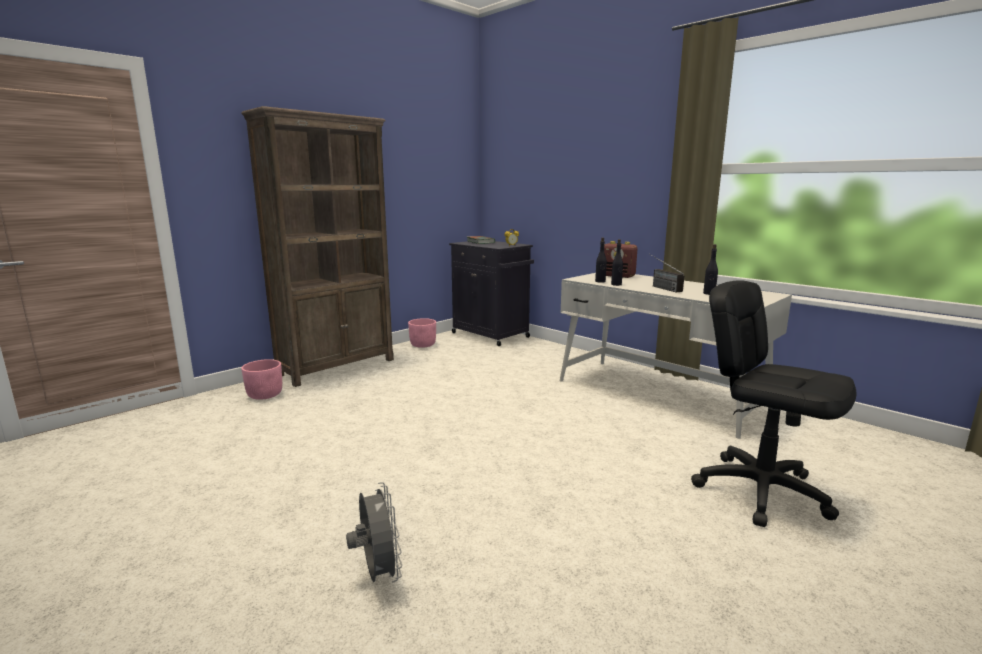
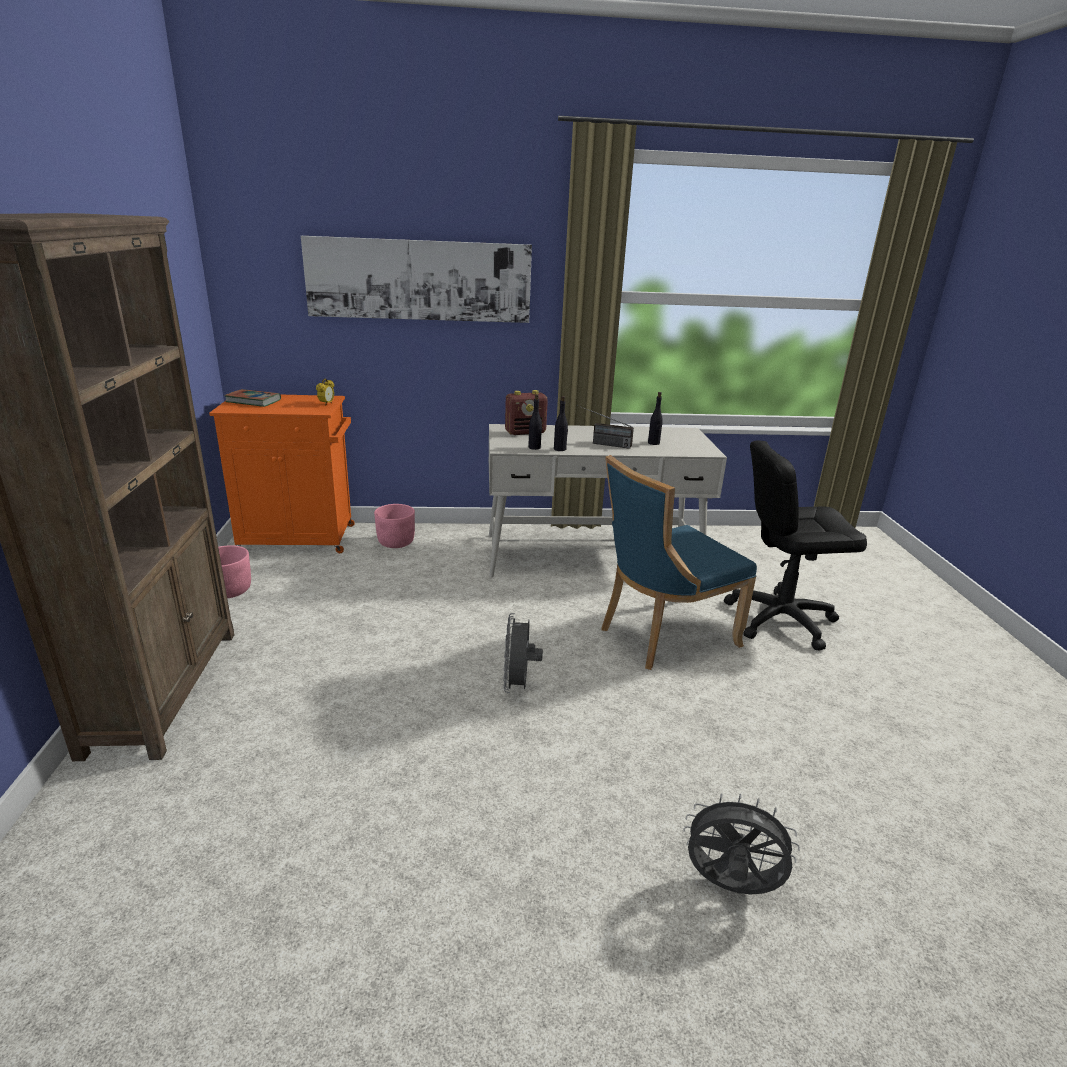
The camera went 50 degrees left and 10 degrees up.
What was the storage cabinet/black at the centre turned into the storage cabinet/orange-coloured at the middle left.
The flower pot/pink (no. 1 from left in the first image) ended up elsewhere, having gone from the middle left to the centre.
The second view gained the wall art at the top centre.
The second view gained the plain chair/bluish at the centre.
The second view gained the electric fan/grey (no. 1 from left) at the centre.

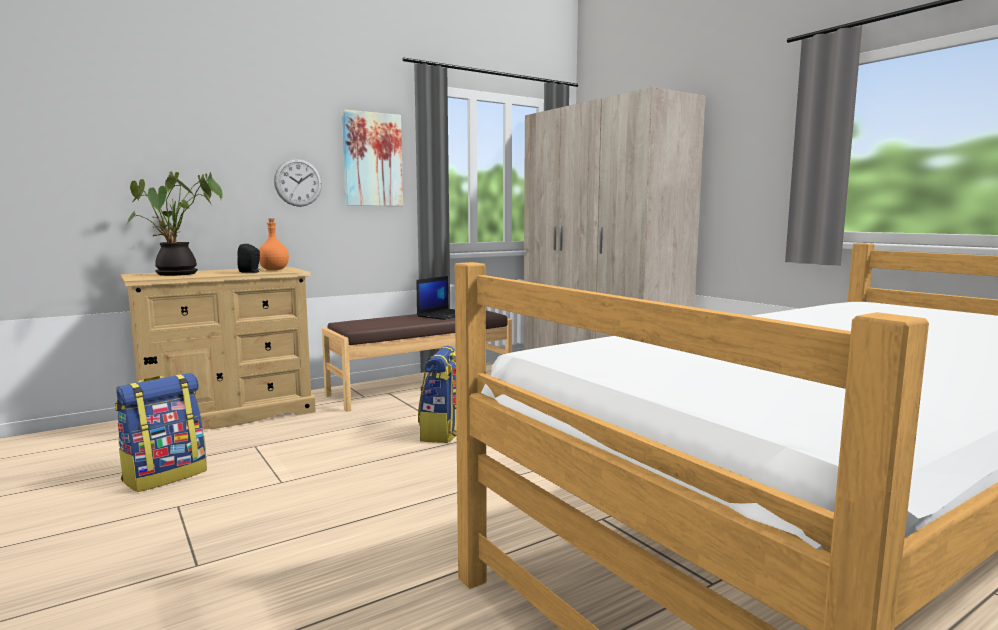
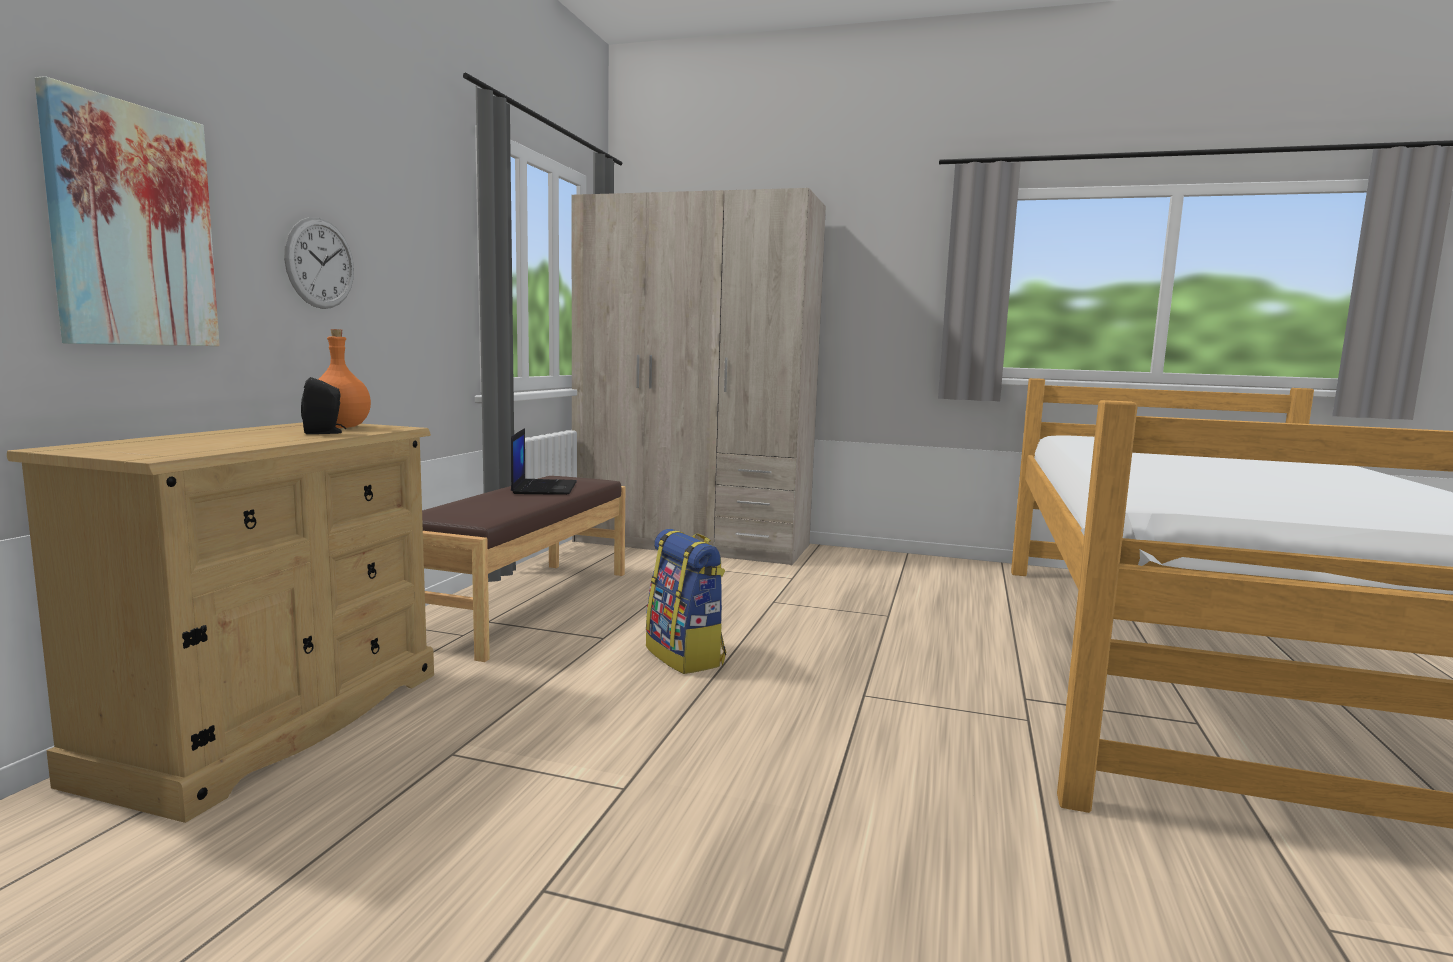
The camera went 40 degrees left and 0 degrees up.
The wall art ended up elsewhere, having gone from the top centre to the top left.
The second view lost the plant in a pot at the middle left.
The second view lost the rucksack (no. 1 from left) at the bottom left.

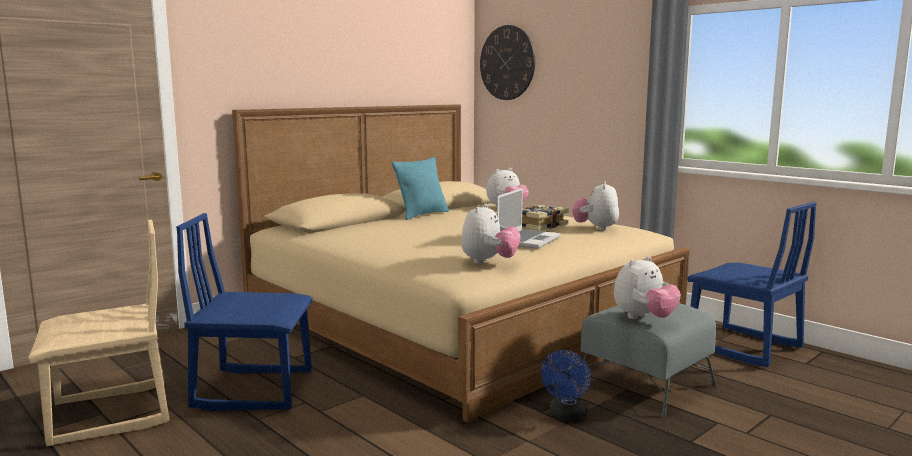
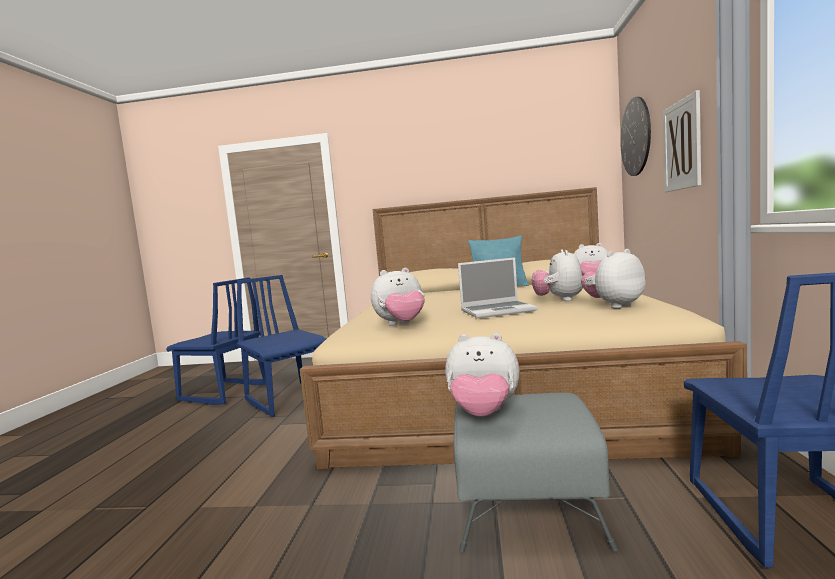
The camera went 50 degrees right and 5 degrees down.
Where the bound book stood at the centre, the soft toy (no. 3 from left) came to stand at the middle right.
What was the plain chair/sand-coloured at the bottom left turned into the plain chair/bluish (no. 1 from left) at the middle left.
The second view lost the electric fan/bluish at the bottom centre.
The second view gained the wall art at the top right.

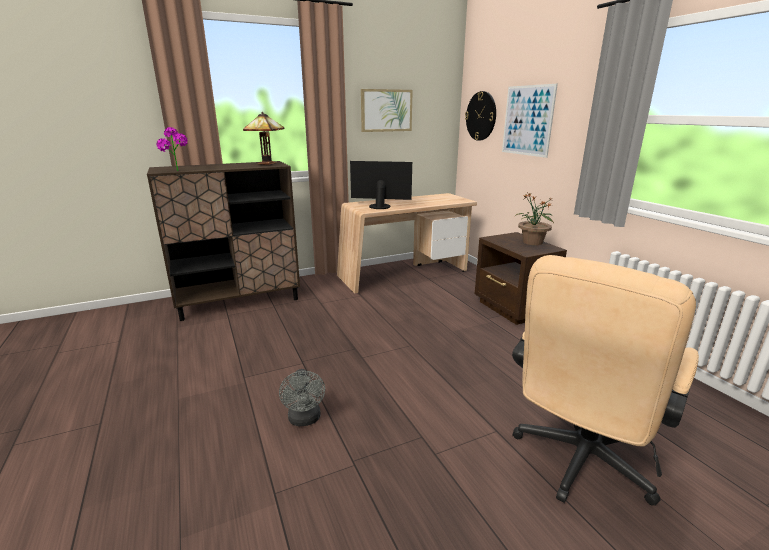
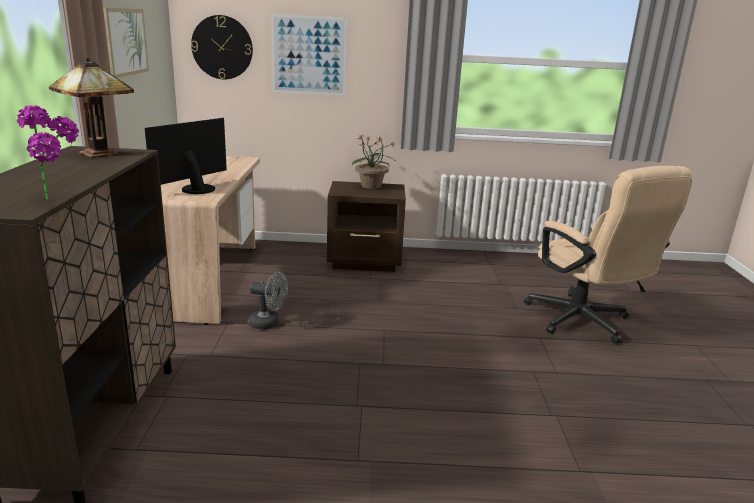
The camera went 65 degrees left and 0 degrees up.
The electric fan/grey ended up elsewhere, having gone from the bottom centre to the centre.

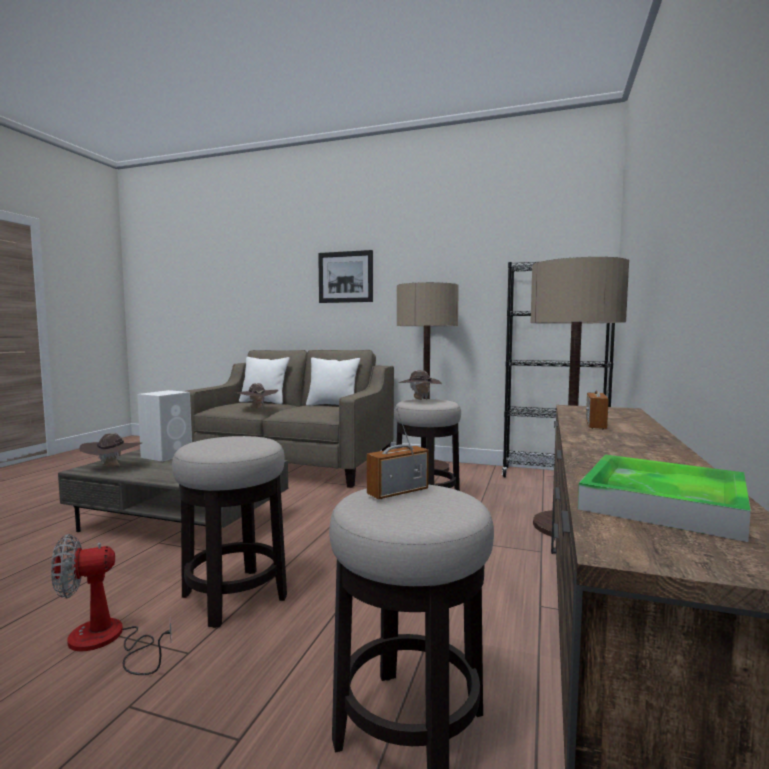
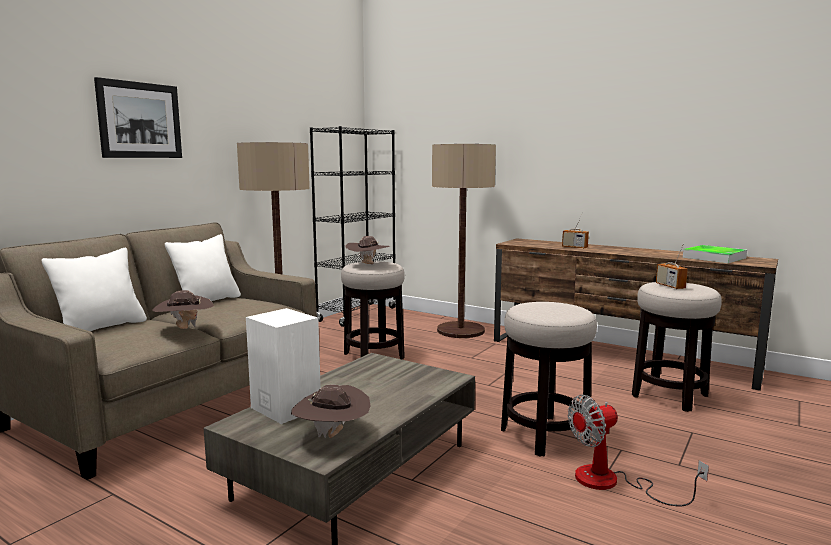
The camera went 75 degrees left and 5 degrees up.
The electric fan at the bottom left ended up facing another way, 75 degrees clockwise from before.

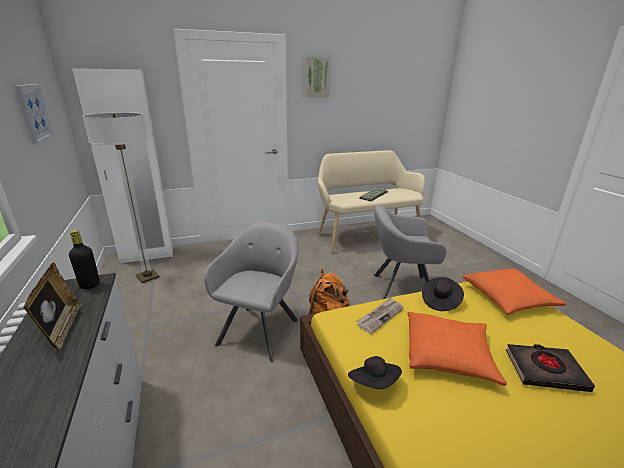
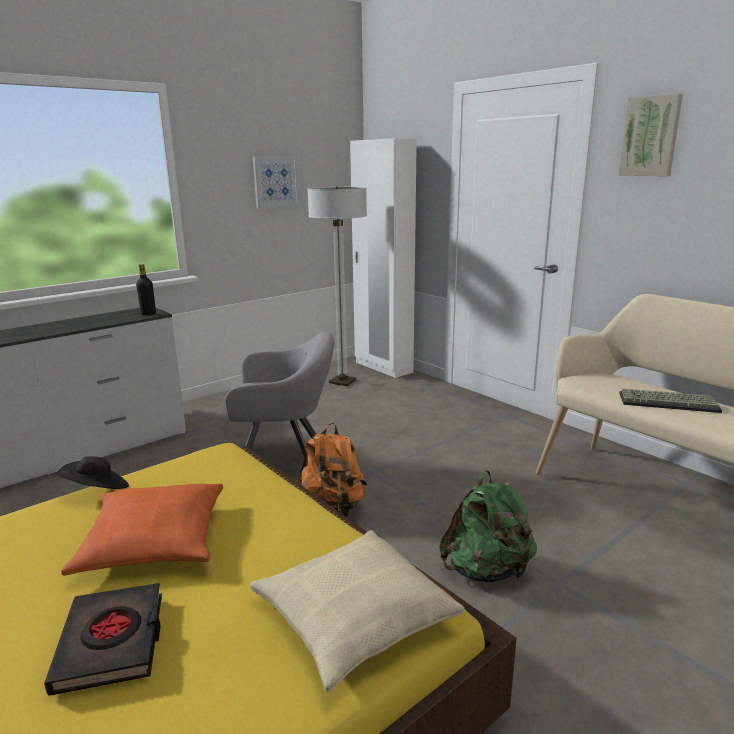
The camera went 70 degrees right and 5 degrees down.
Where the lounge chair/grey (no. 2 from left) stood at the centre, the rucksack/green came to stand at the bottom centre.
The second view lost the photo frame at the middle left.
What was the cushion/orange-coloured (no. 2 from left) at the middle right turned into the cushion/sand-coloured at the bottom centre.
The second view lost the clothing hat/black (no. 2 from left) at the middle right.
The second view lost the printed paper at the bottom centre.

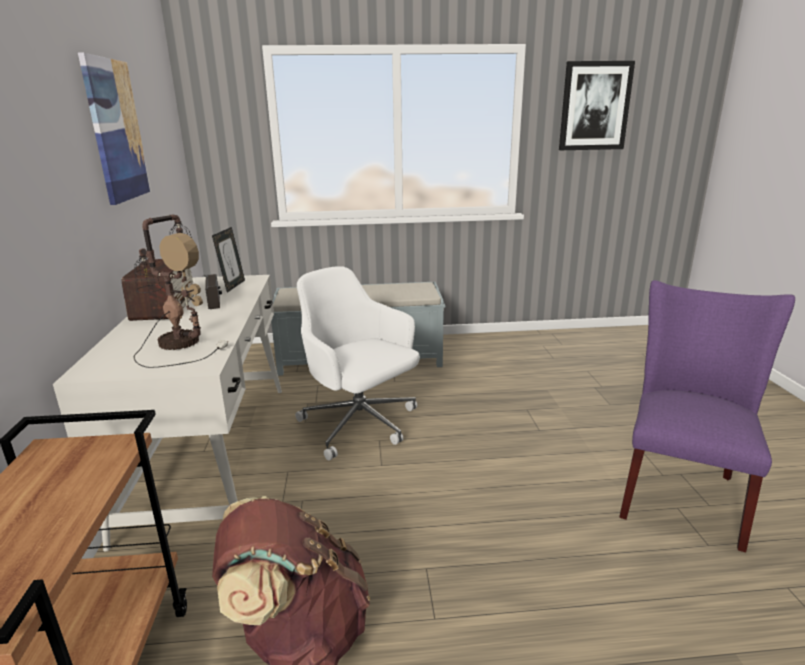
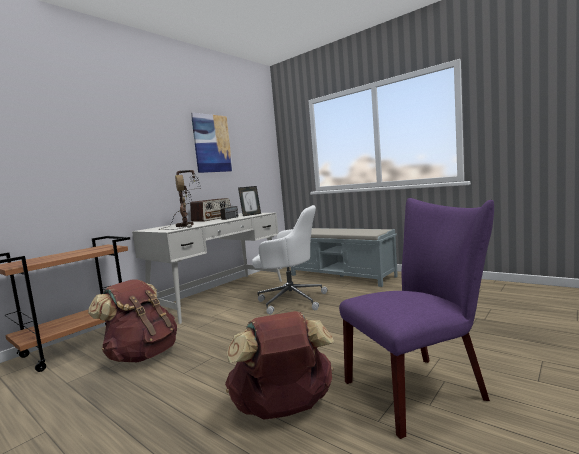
The camera went 45 degrees right and 15 degrees down.
The second view lost the wall art (no. 2 from left) at the top right.
The computer chair/whitish at the centre ended up facing another way, 105 degrees clockwise from before.
The second view gained the rucksack/brownish (no. 2 from left) at the bottom centre.

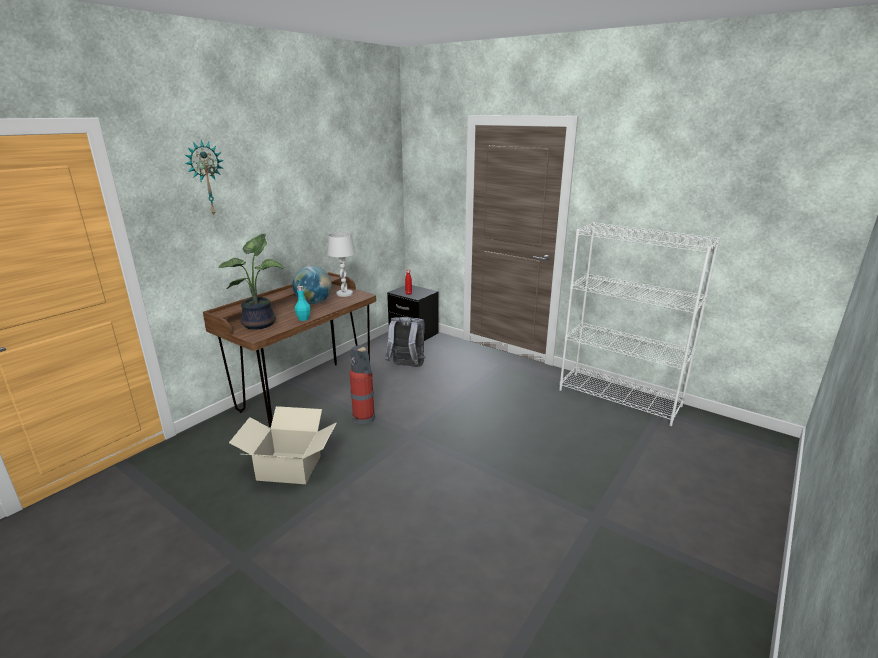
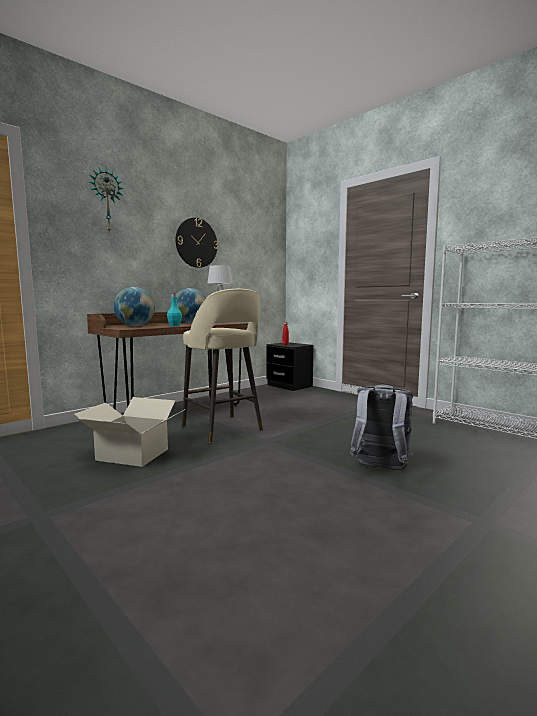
The camera went 10 degrees right and 15 degrees down.
Where the plant in a pot stood at the middle left, the globe (no. 1 from left) came to stand at the middle left.
The rucksack/grey ended up elsewhere, having gone from the centre to the middle right.
Where the fire extinguisher stood at the centre, the sitting stool/sand-coloured came to stand at the centre.
The second view gained the clock on the wall (no. 2 from left) at the centre.

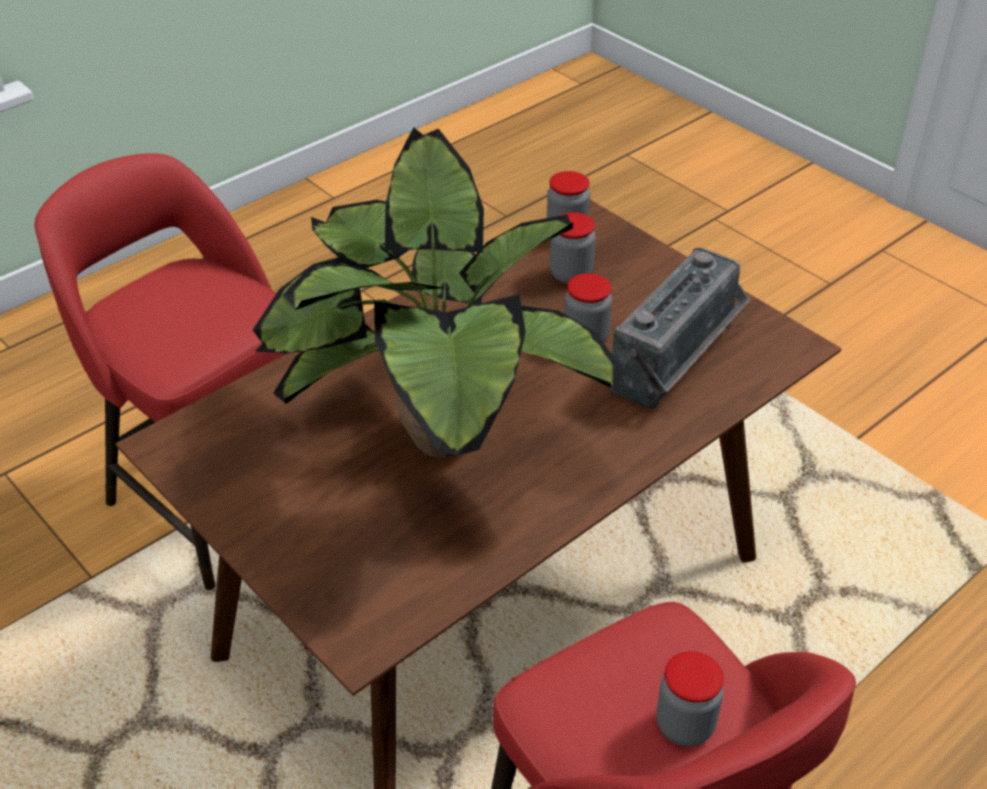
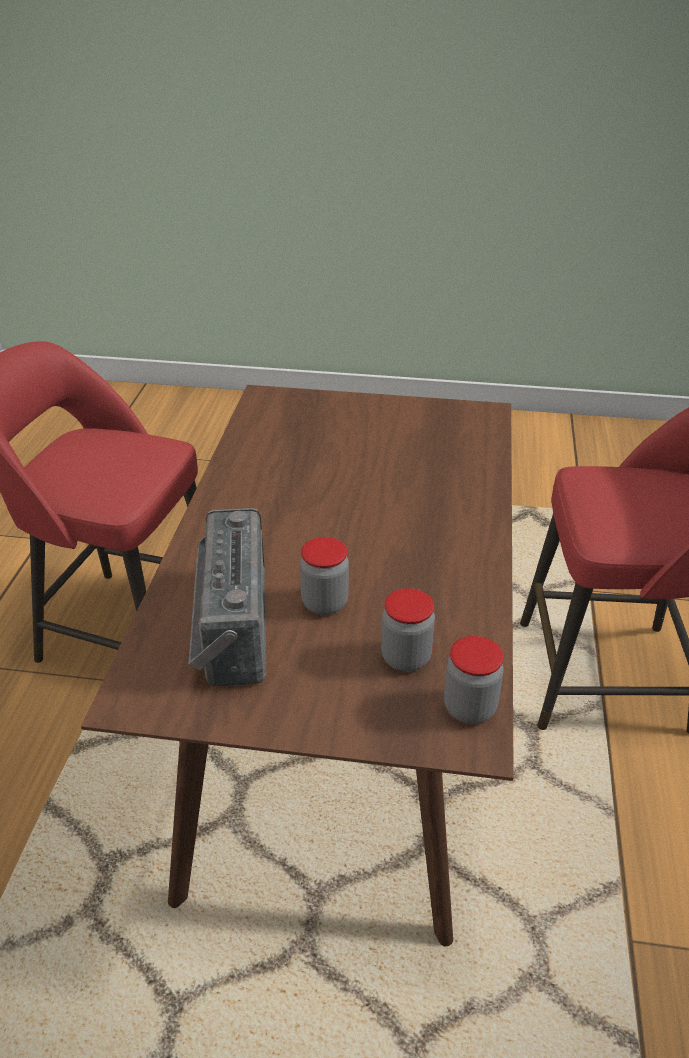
The camera went 140 degrees right and 5 degrees down.
The second view lost the plant in a pot at the centre.
The second view lost the preserve jar (no. 4 from left) at the bottom right.

